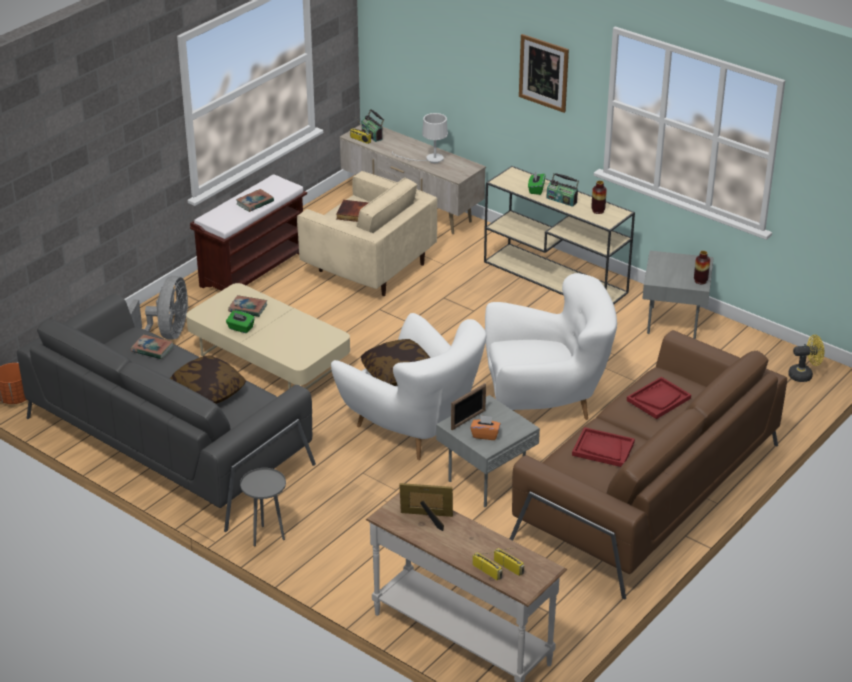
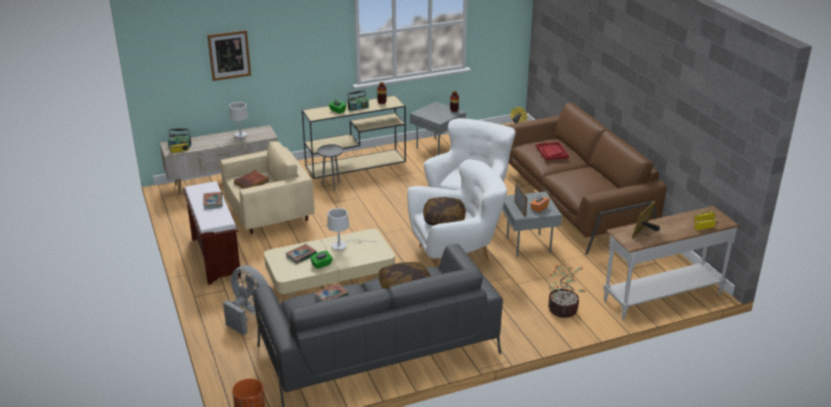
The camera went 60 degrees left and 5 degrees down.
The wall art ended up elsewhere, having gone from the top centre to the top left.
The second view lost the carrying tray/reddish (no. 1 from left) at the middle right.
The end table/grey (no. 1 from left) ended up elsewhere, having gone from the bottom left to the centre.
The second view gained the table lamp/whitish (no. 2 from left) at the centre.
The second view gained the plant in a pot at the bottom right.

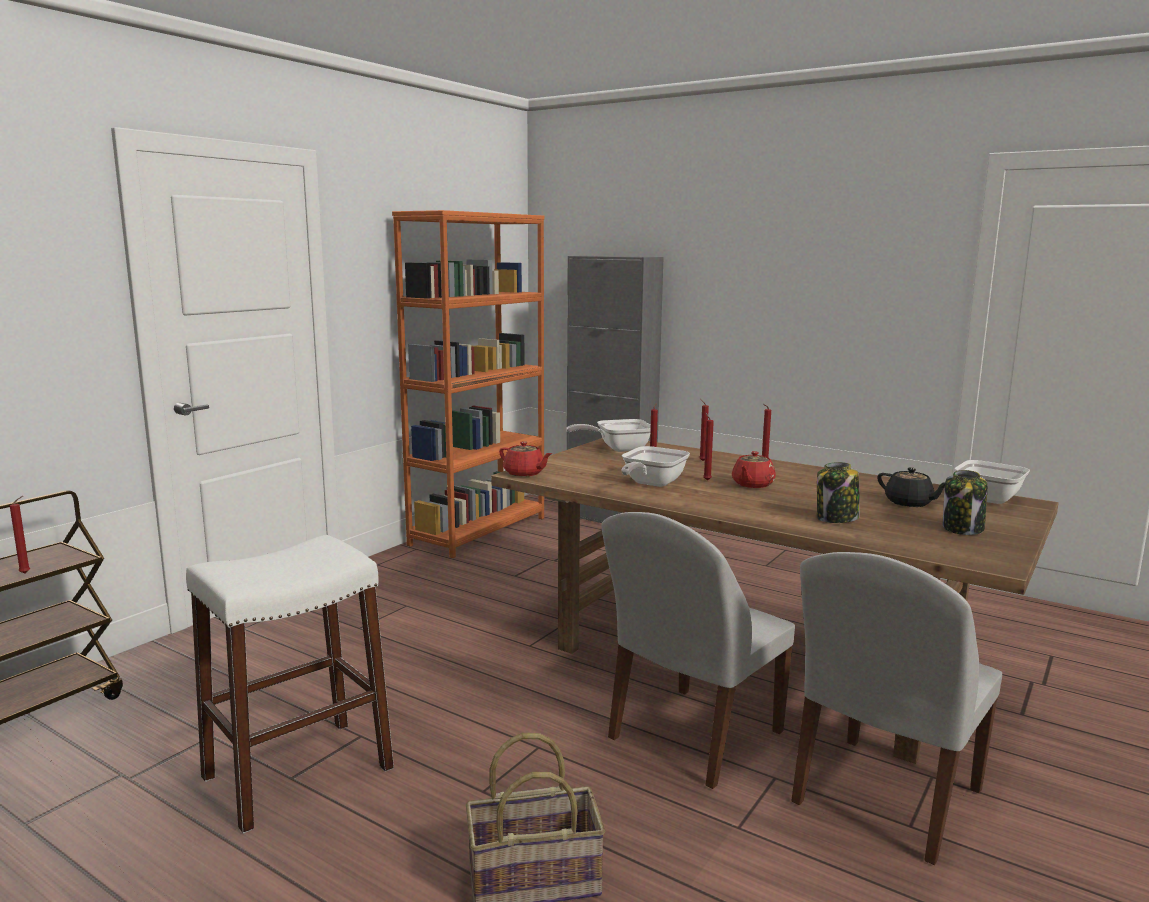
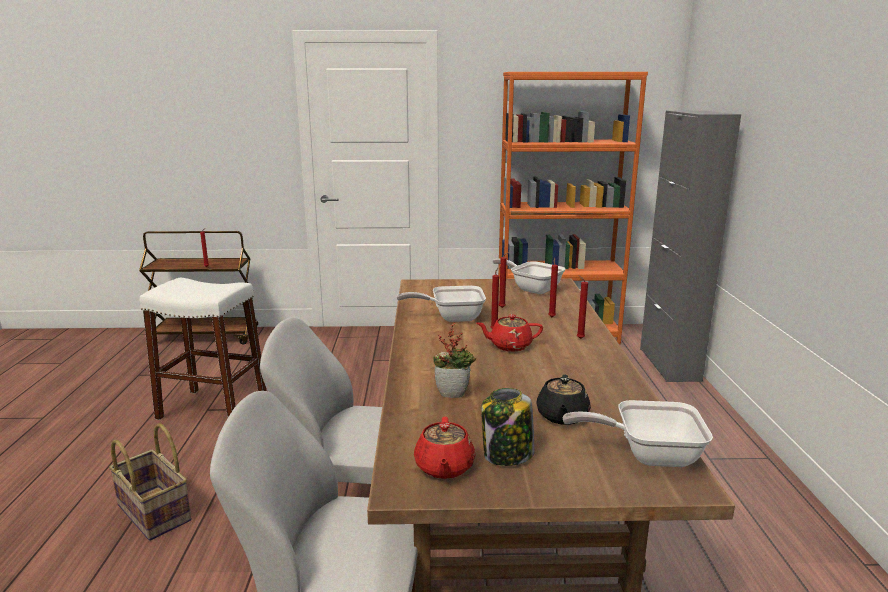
The camera went 55 degrees right and 5 degrees up.
The teapot/reddish (no. 1 from left) ended up elsewhere, having gone from the centre to the bottom centre.
Where the preserve jar (no. 1 from left) stood at the middle right, the plant in a pot came to stand at the centre.

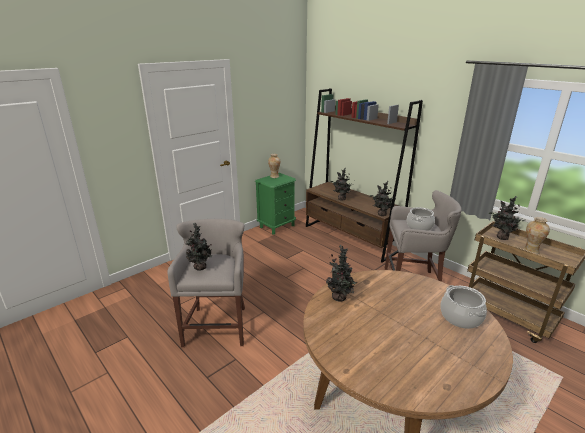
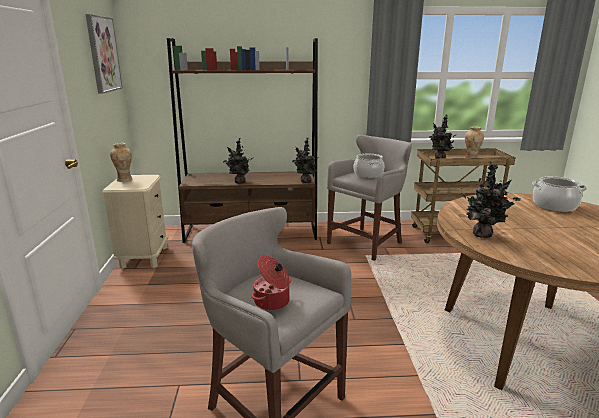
The camera went 50 degrees left and 5 degrees down.
What was the bedside table/green at the centre turned into the bedside table/sand-coloured at the middle left.
Where the plant in a pot (no. 1 from left) stood at the centre, the cooking pot (no. 1 from left) came to stand at the bottom centre.
The second view gained the wall art at the top left.

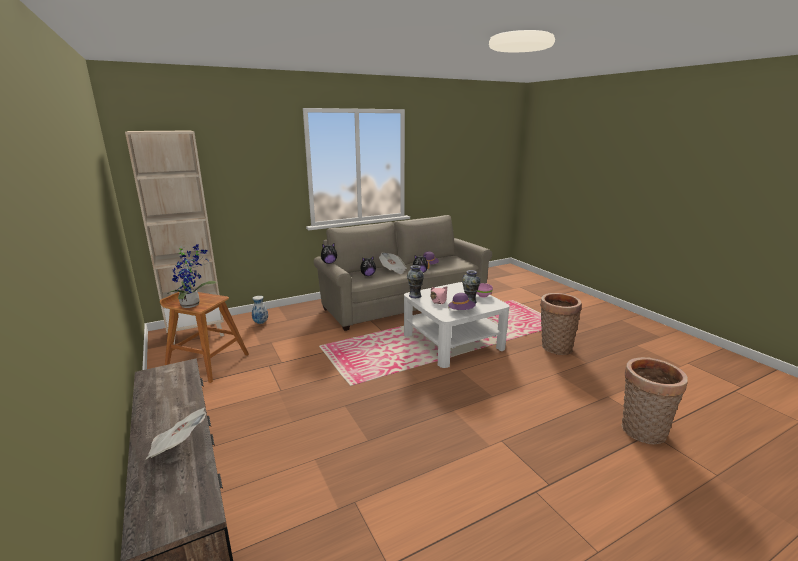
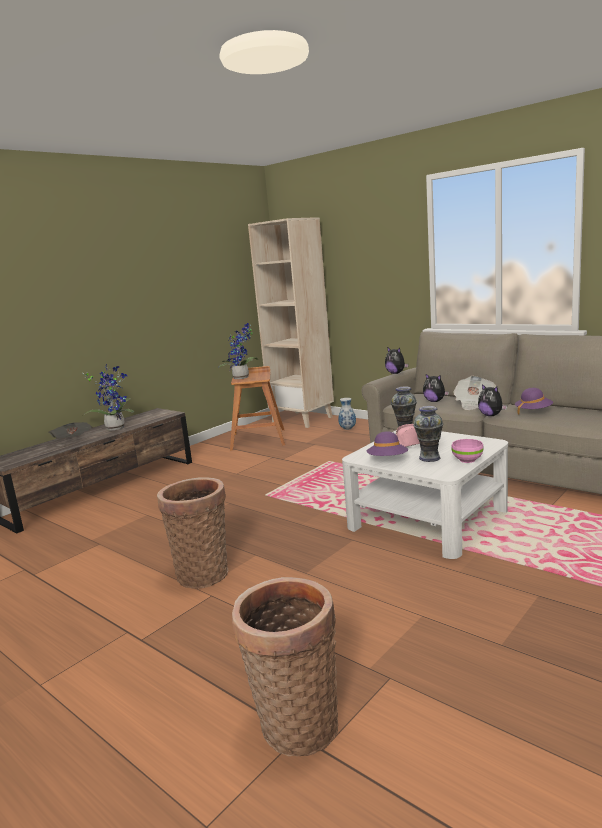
The camera went 70 degrees right and 5 degrees down.
The basket (no. 1 from left) ended up elsewhere, having gone from the middle right to the middle left.
The second view gained the plant in a pot (no. 1 from left) at the middle left.

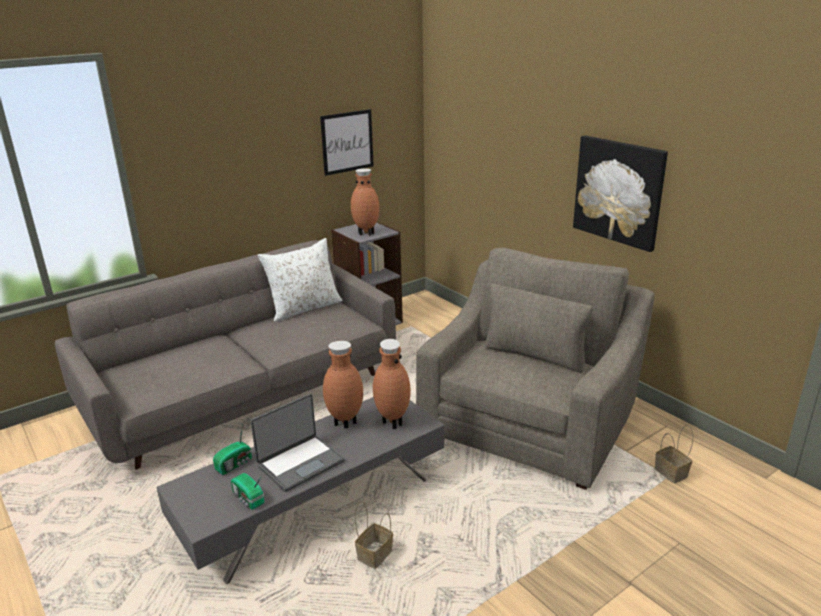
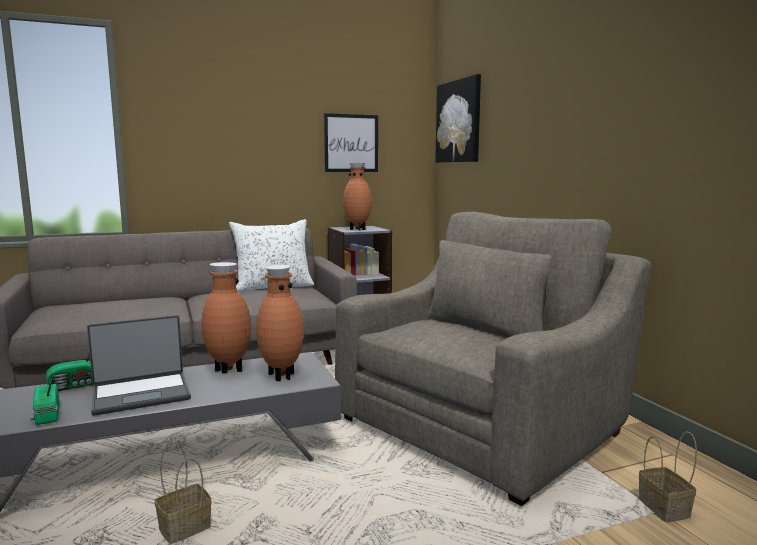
The camera went 15 degrees right and 15 degrees down.
The wall art (no. 2 from left) ended up elsewhere, having gone from the top right to the top centre.

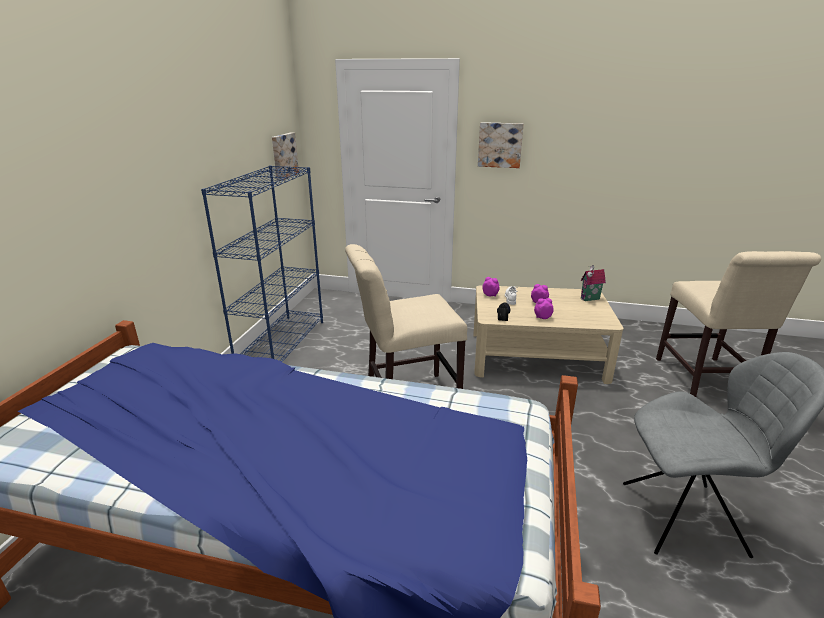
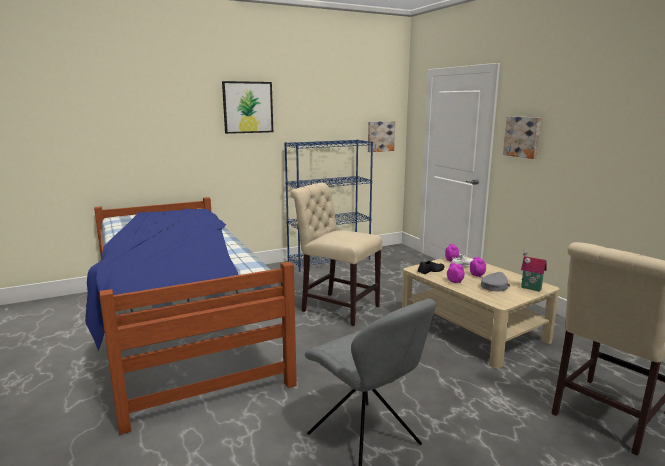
The camera went 50 degrees right and 10 degrees down.
The second view gained the wall art (no. 1 from left) at the top centre.
The second view gained the cap/grey at the middle right.

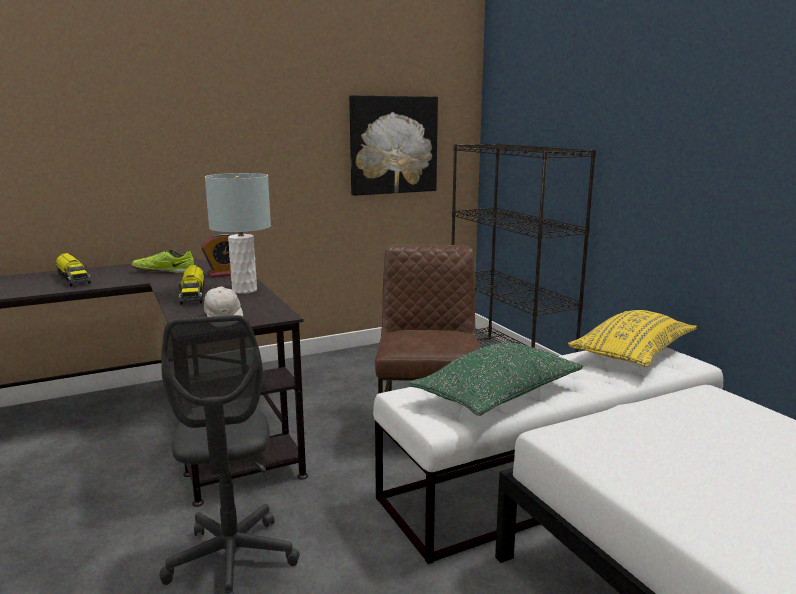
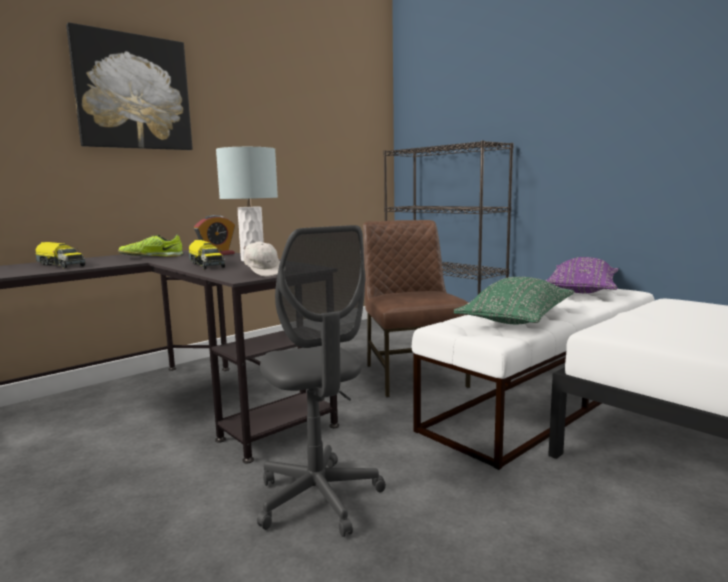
The camera went 15 degrees left and 5 degrees down.
The wall art ended up elsewhere, having gone from the top centre to the top left.
What was the cushion/yellowish at the middle right turned into the cushion/purple-coloured at the middle right.

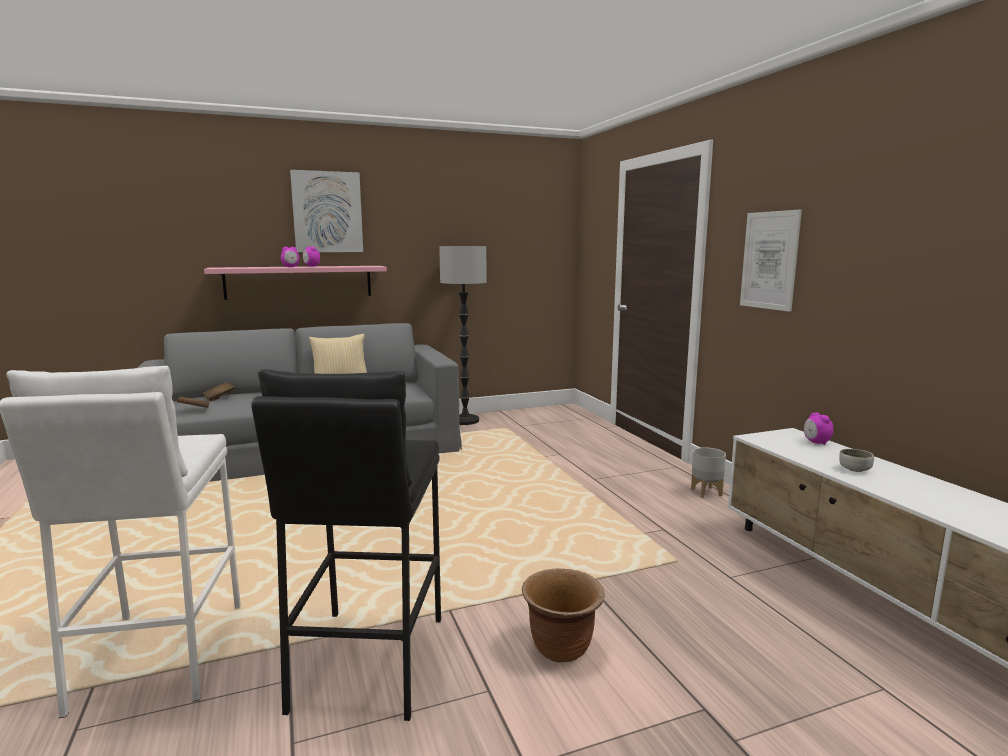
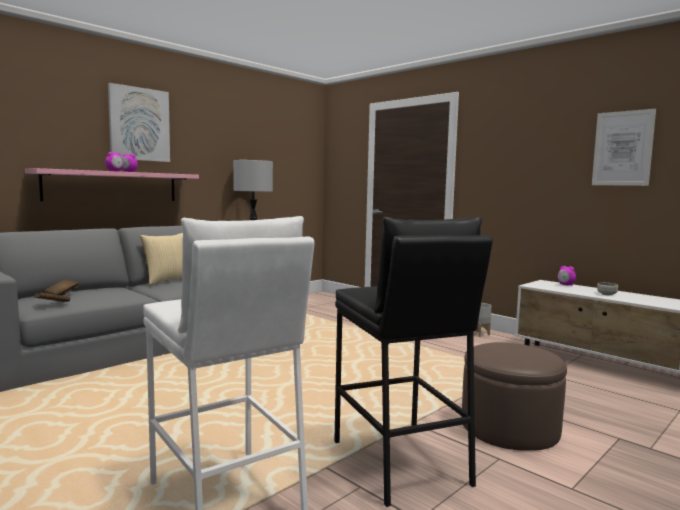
The camera went 25 degrees left and 5 degrees down.
The wall art (no. 2 from left) ended up elsewhere, having gone from the middle right to the top right.
Where the flower pot/brownish stood at the bottom centre, the footrest/brownish came to stand at the bottom right.

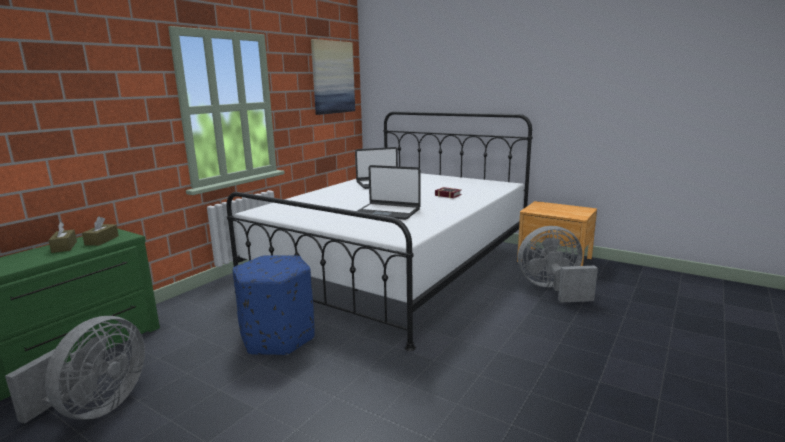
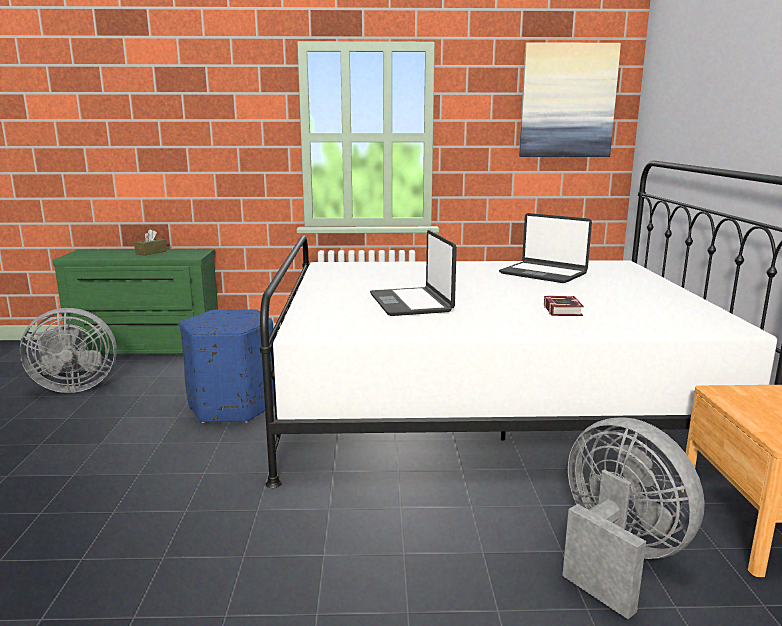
The camera went 55 degrees right and 0 degrees up.
The second view lost the tissue box/brownish (no. 2 from left) at the middle left.

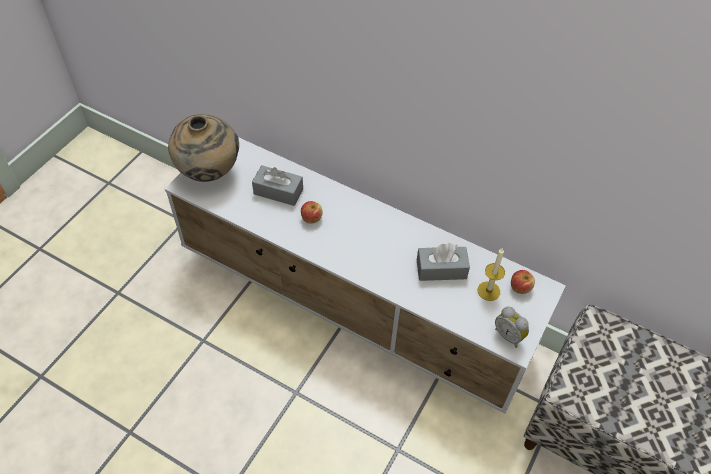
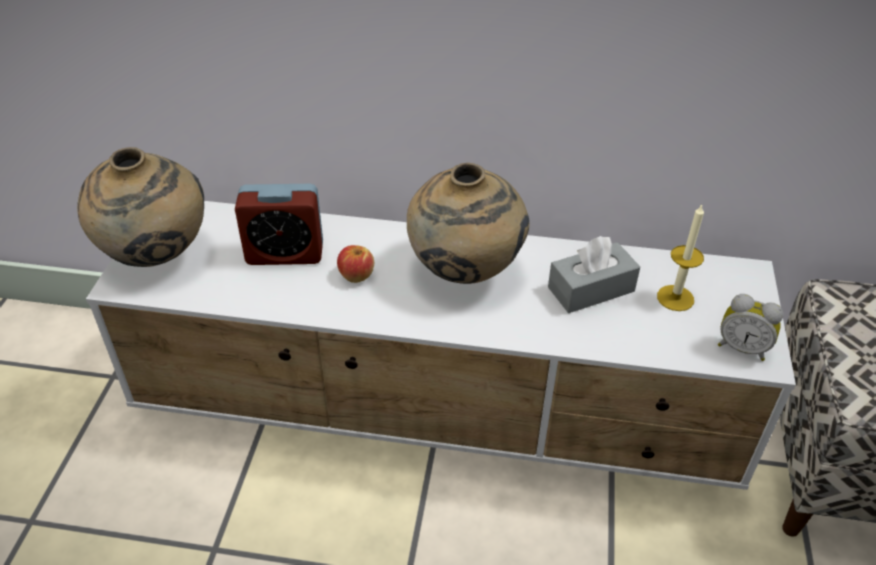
The camera went 20 degrees left and 10 degrees down.
Where the tissue box/grey (no. 1 from left) stood at the centre, the table clock (no. 1 from left) came to stand at the middle left.
The second view lost the whole apple (no. 2 from left) at the middle right.
The second view gained the decorative vase/sand-coloured (no. 2 from left) at the centre.

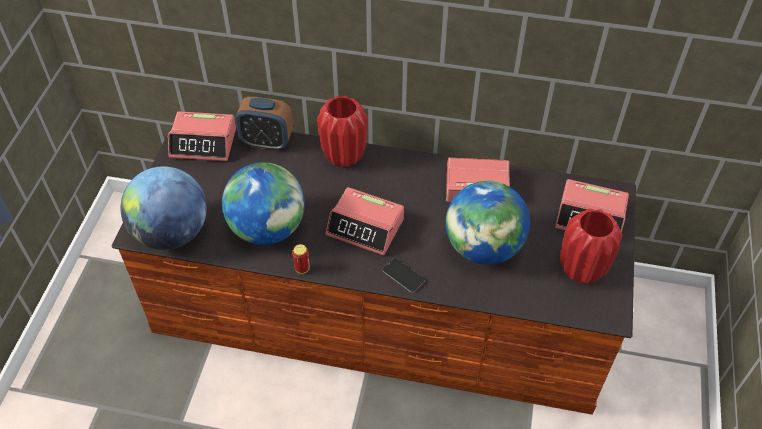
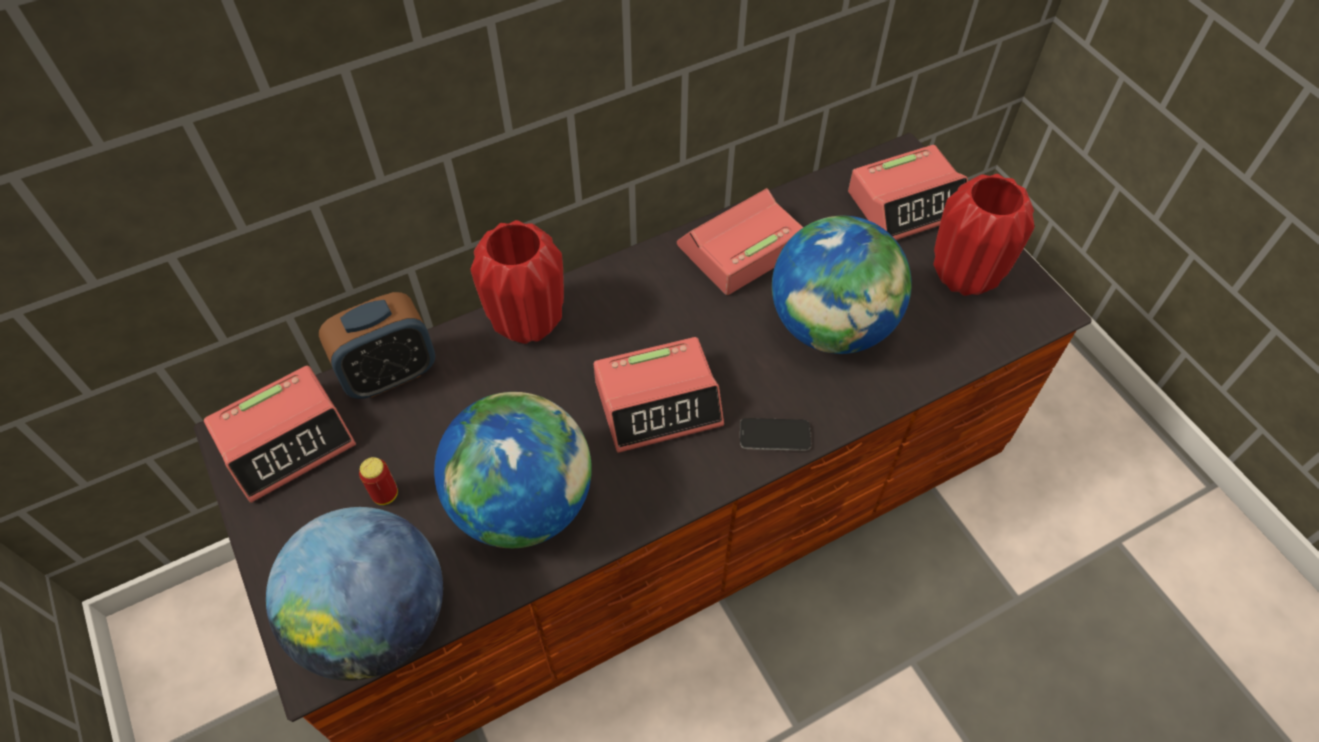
The camera went 40 degrees left and 5 degrees up.
The sealed can ended up elsewhere, having gone from the centre to the middle left.

